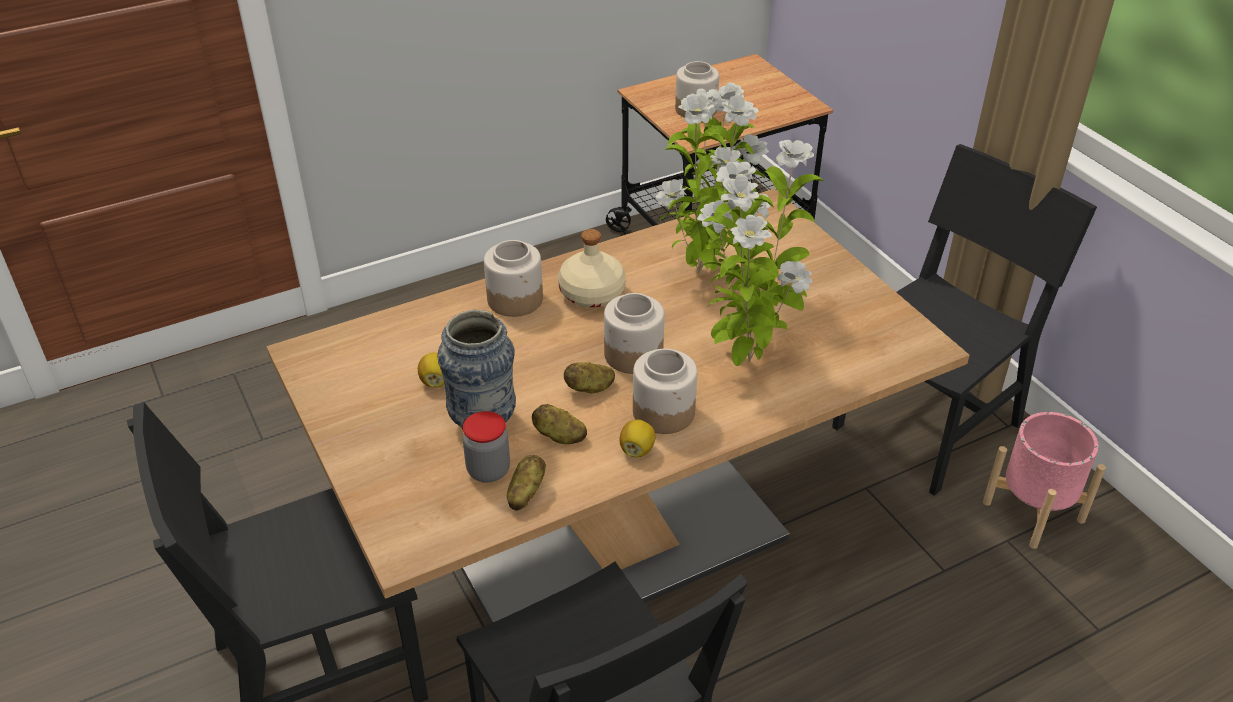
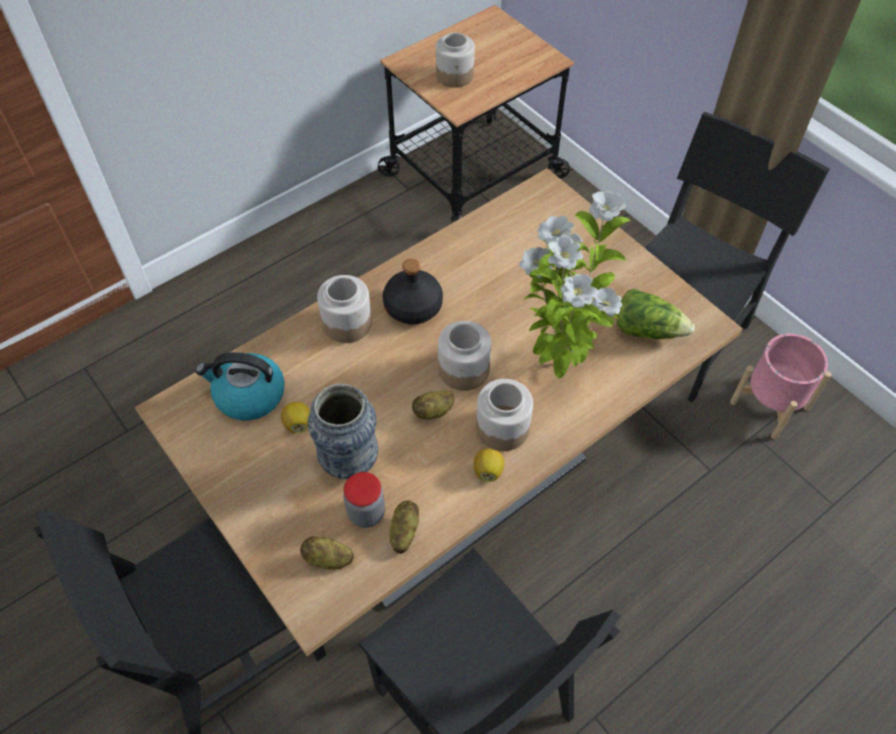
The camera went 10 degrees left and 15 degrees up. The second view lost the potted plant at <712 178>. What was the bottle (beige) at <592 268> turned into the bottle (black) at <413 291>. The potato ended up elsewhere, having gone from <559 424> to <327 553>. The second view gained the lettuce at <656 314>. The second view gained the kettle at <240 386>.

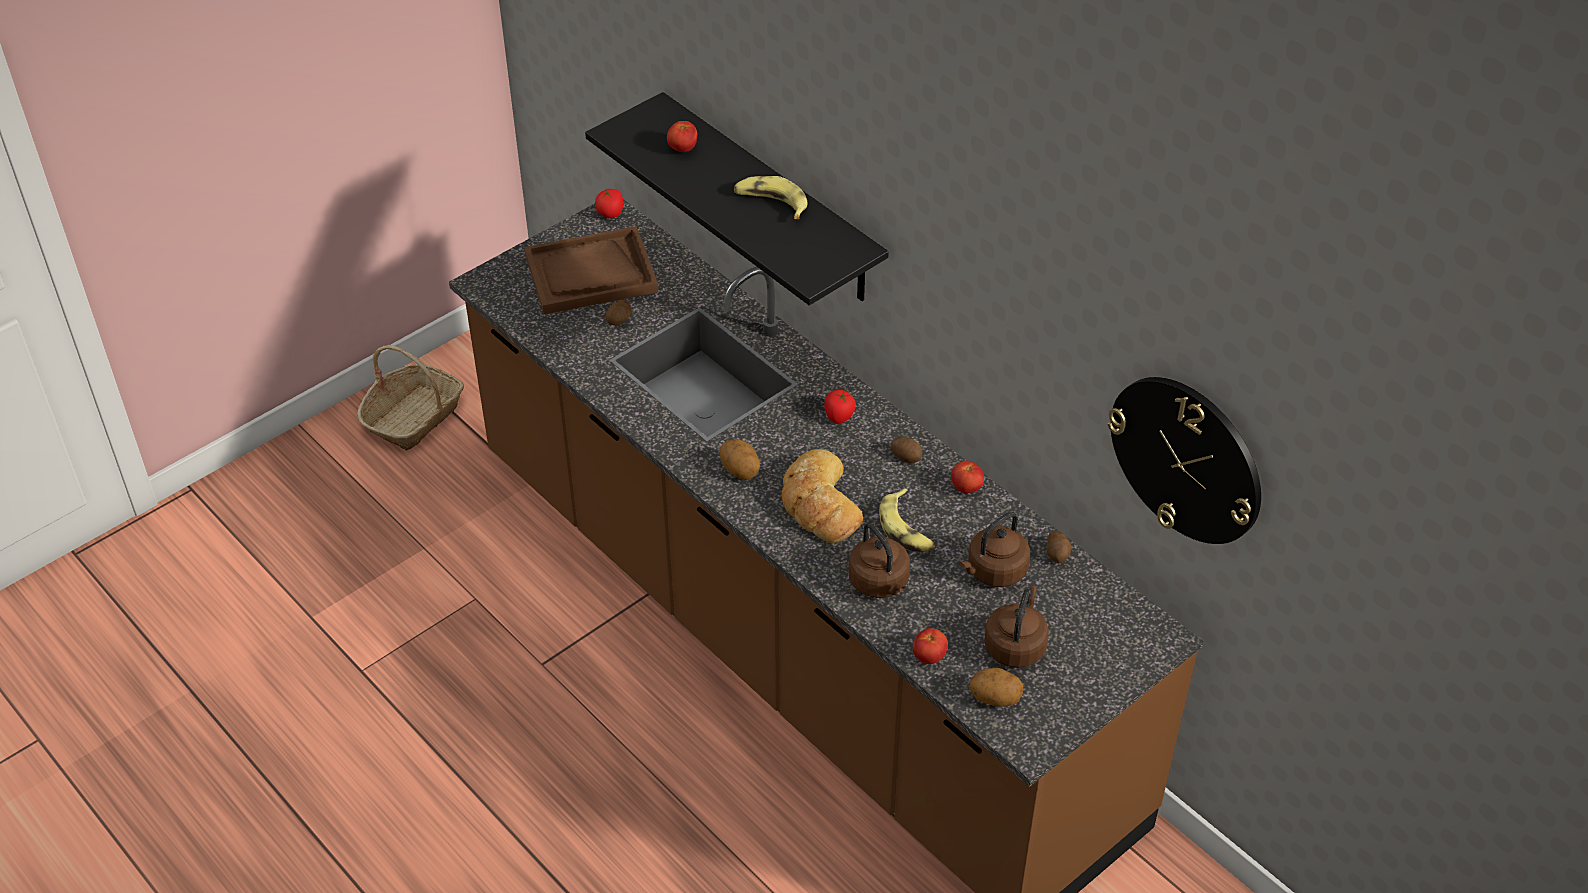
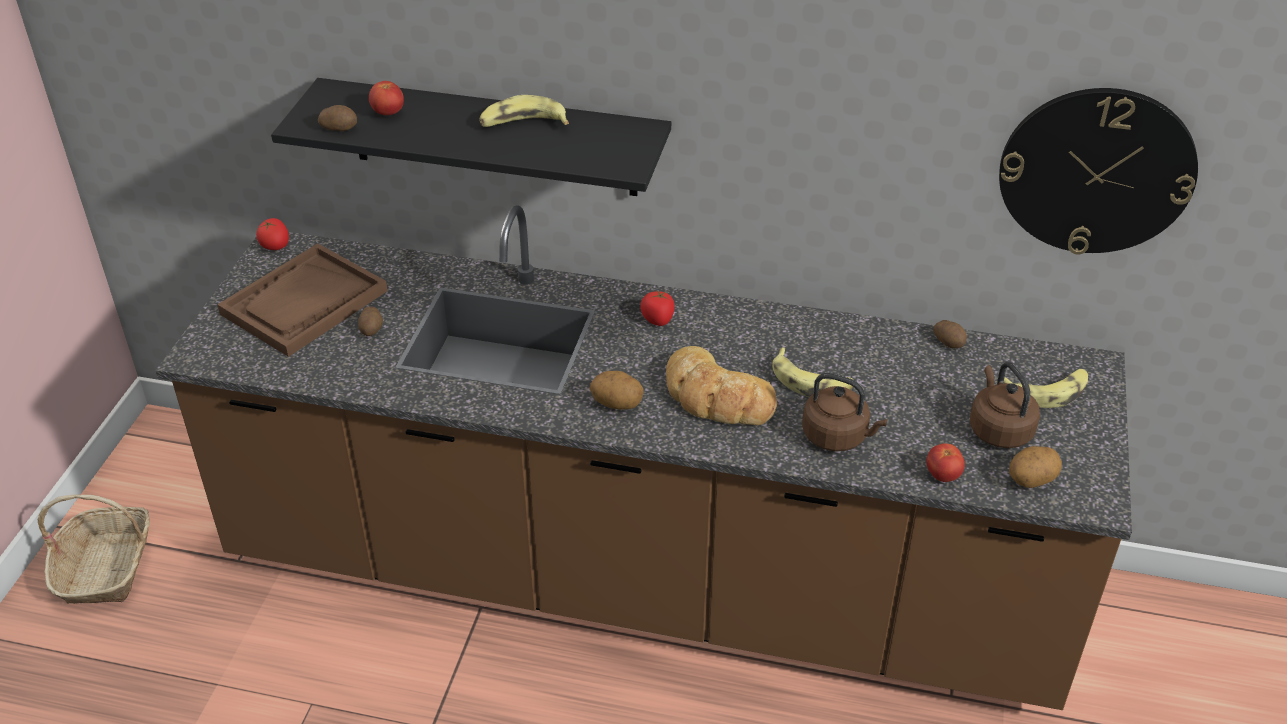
The camera went 35 degrees left and 5 degrees down. The potato ended up elsewhere, having gone from <906 450> to <337 118>. The second view lost the tomato at <967 477>. The second view lost the kettle (brown) at <995 549>. The second view gained the banana at <1045 388>.

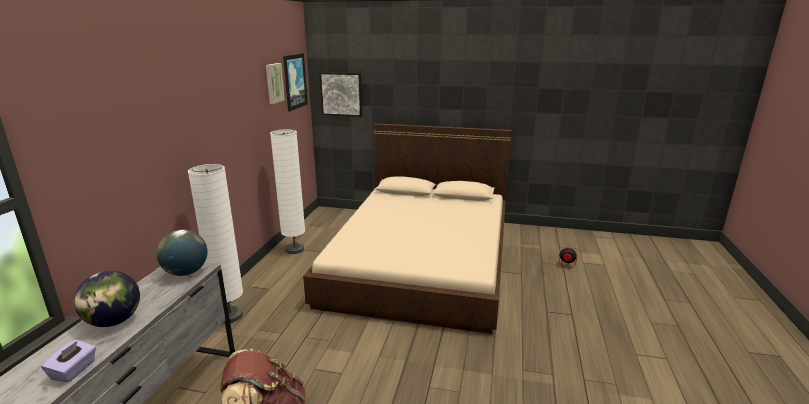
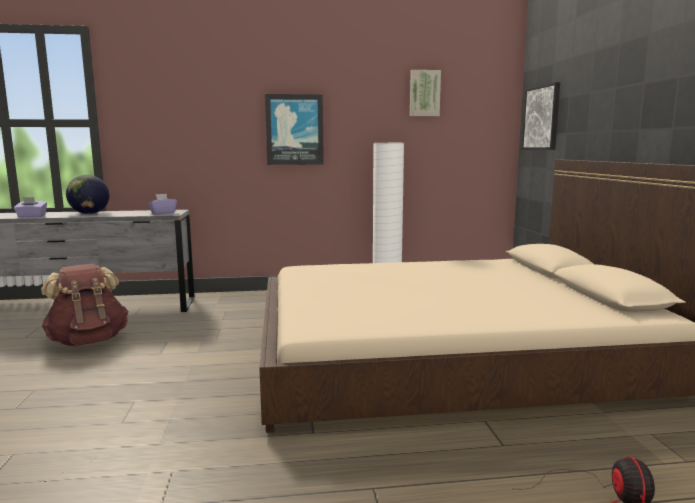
The camera went 70 degrees right and 10 degrees down. The picture ended up elsewhere, having gone from <295 82> to <294 129>. The second view lost the floor lamp (white) at <215 243>. Where the globe stood at <182 253>, the tissue box (purple) came to stand at <162 204>.

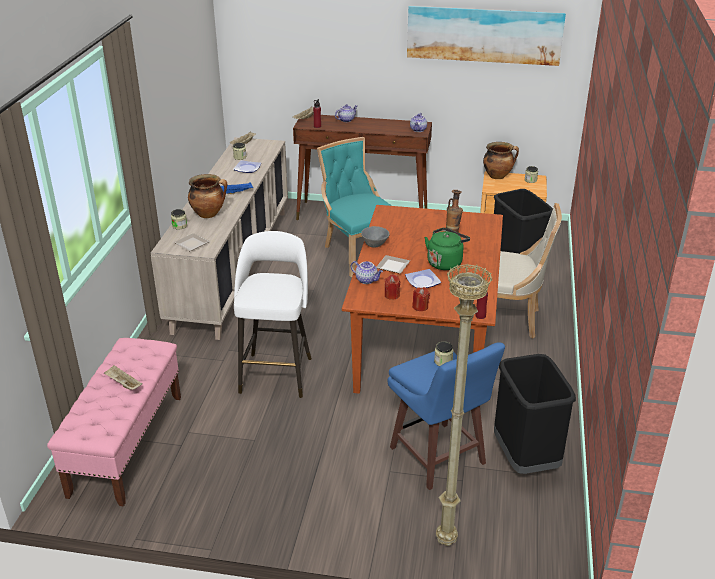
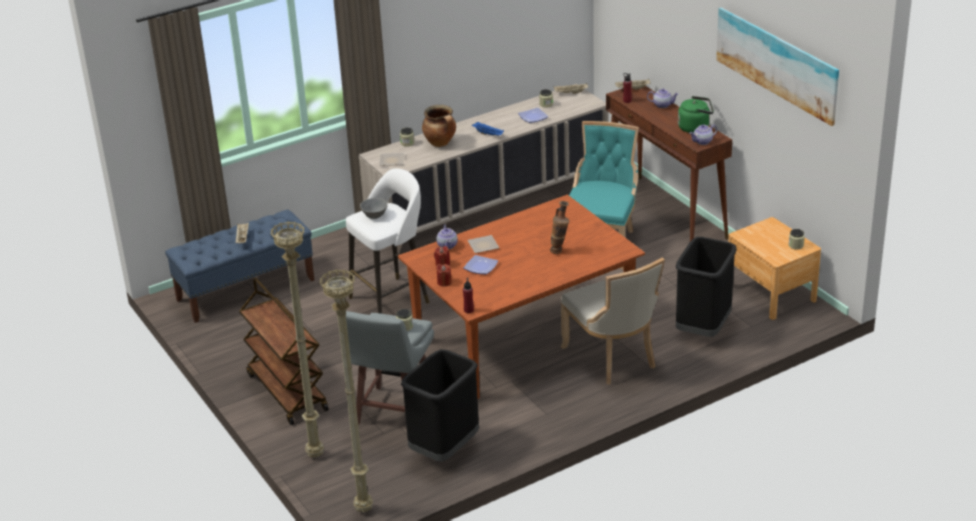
The camera went 50 degrees right and 0 degrees up. The second view lost the cooking pot at <501 160>. The bowl (grey) ended up elsewhere, having gone from <375 237> to <374 208>. The kettle (green) ended up elsewhere, having gone from <447 249> to <696 114>. What was the bench (pink) at <114 422> turned into the bench (blue) at <239 266>. What was the stool (blue) at <446 416> turned into the stool (grey) at <390 368>. The second view gained the floor lamp (beige) at <346 390>. The second view gained the cart (brown) at <284 351>.

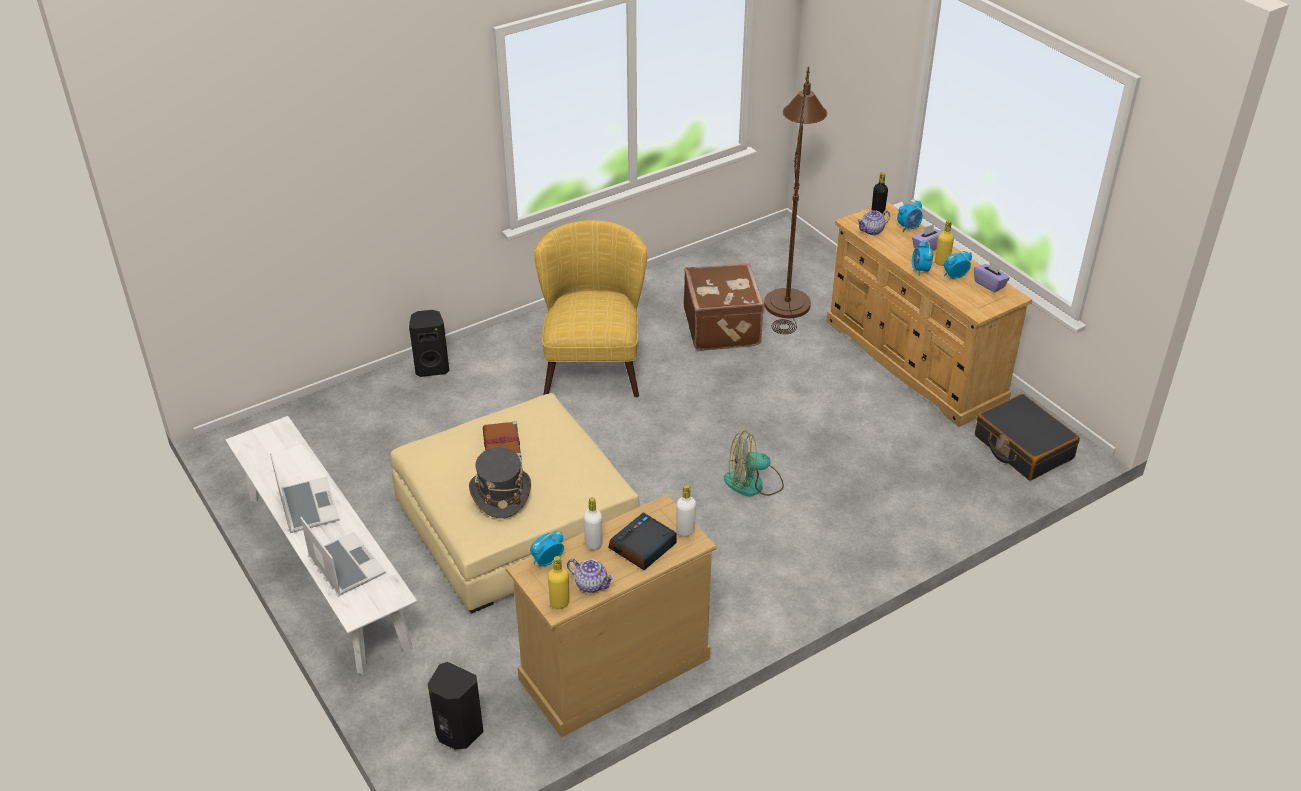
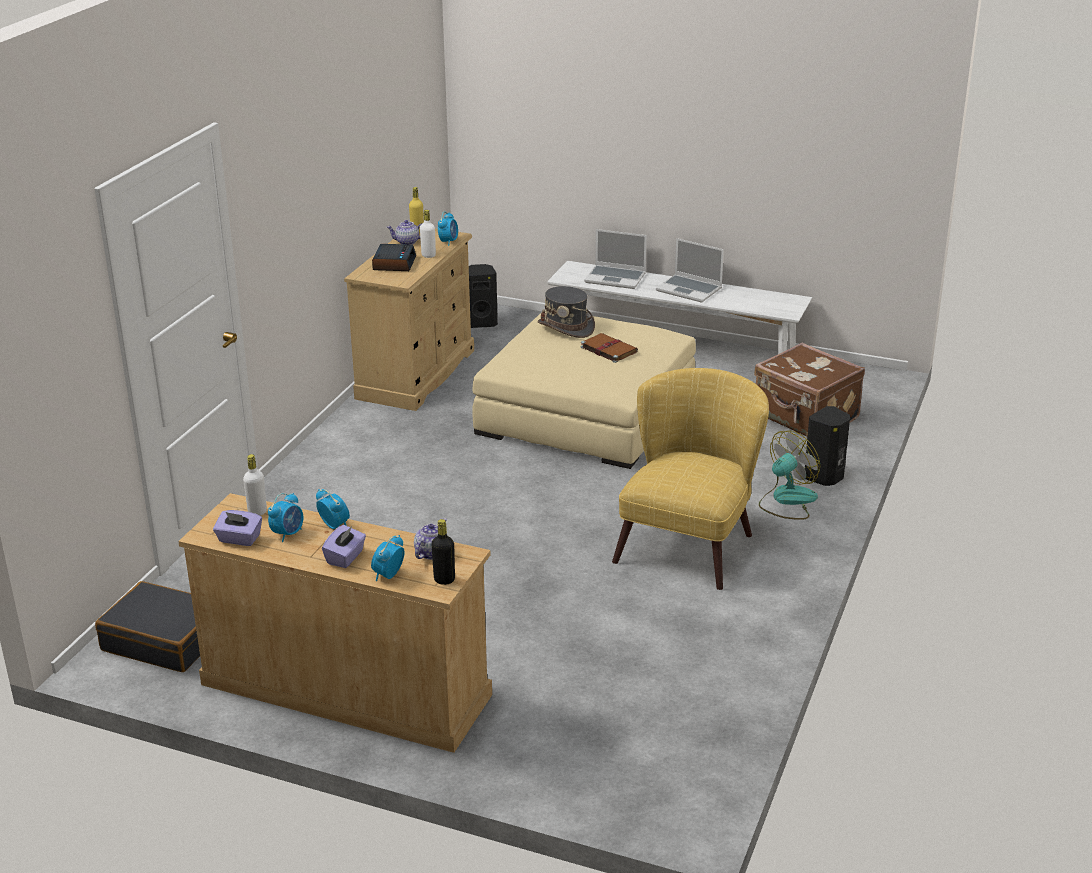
The camera went 145 degrees right and 10 degrees down. The second view lost the floor lamp (brown) at <795 200>. The armchair (yellow) at <591 308> ended up facing another way, 120 degrees counterclockwise from before. The second view lost the bottle (yellow) at <944 243>. The suitcase (brown) ended up elsewhere, having gone from <724 307> to <809 390>. The fan ended up elsewhere, having gone from <754 464> to <789 475>. The bottle (white) ended up elsewhere, having gone from <686 511> to <255 485>.

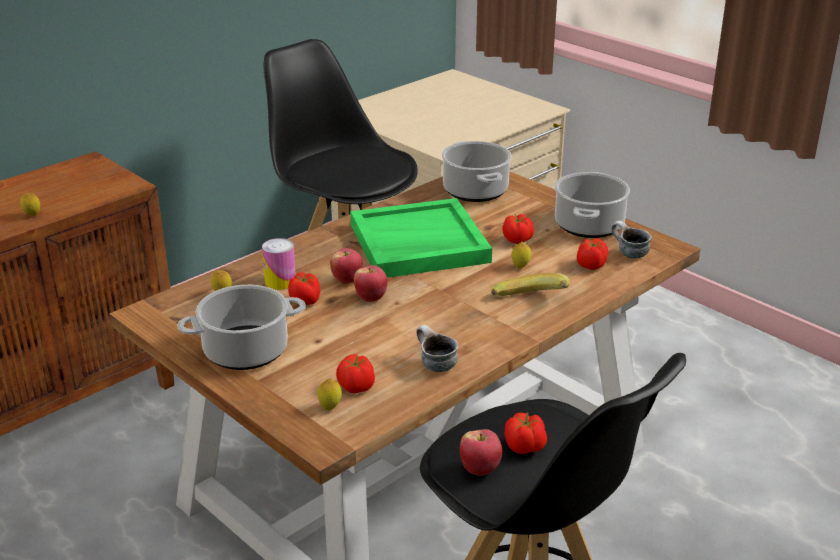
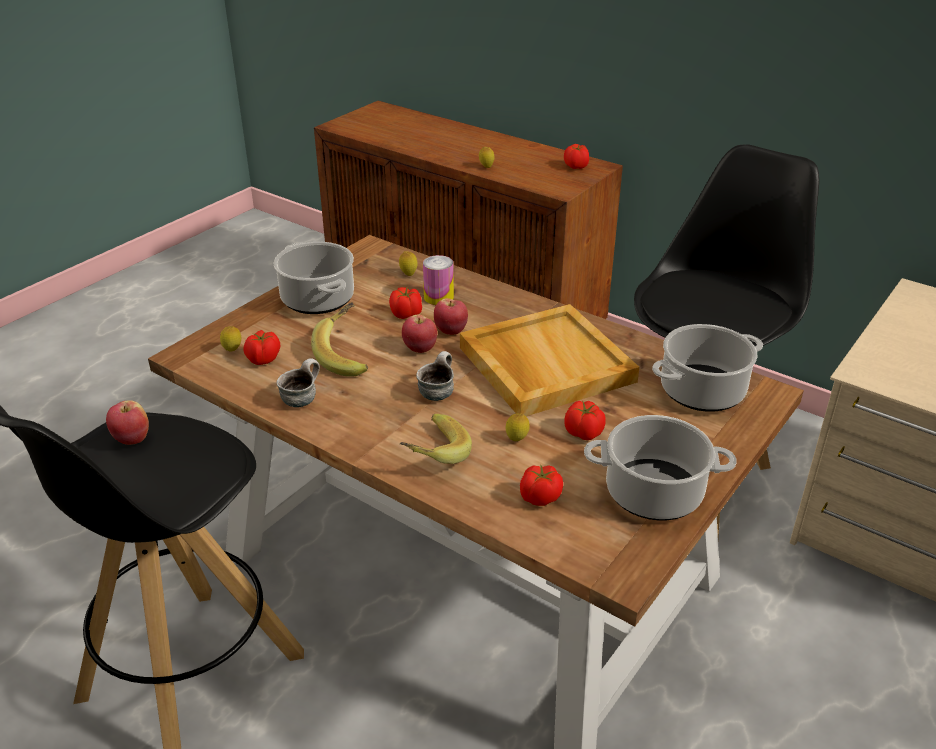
The camera went 80 degrees right and 5 degrees up. What was the tray (green) at <421 238> turned into the tray (beige) at <550 360>. The mug ended up elsewhere, having gone from <631 240> to <435 376>. The tomato ended up elsewhere, having gone from <526 433> to <576 156>. The second view gained the banana at <339 339>.

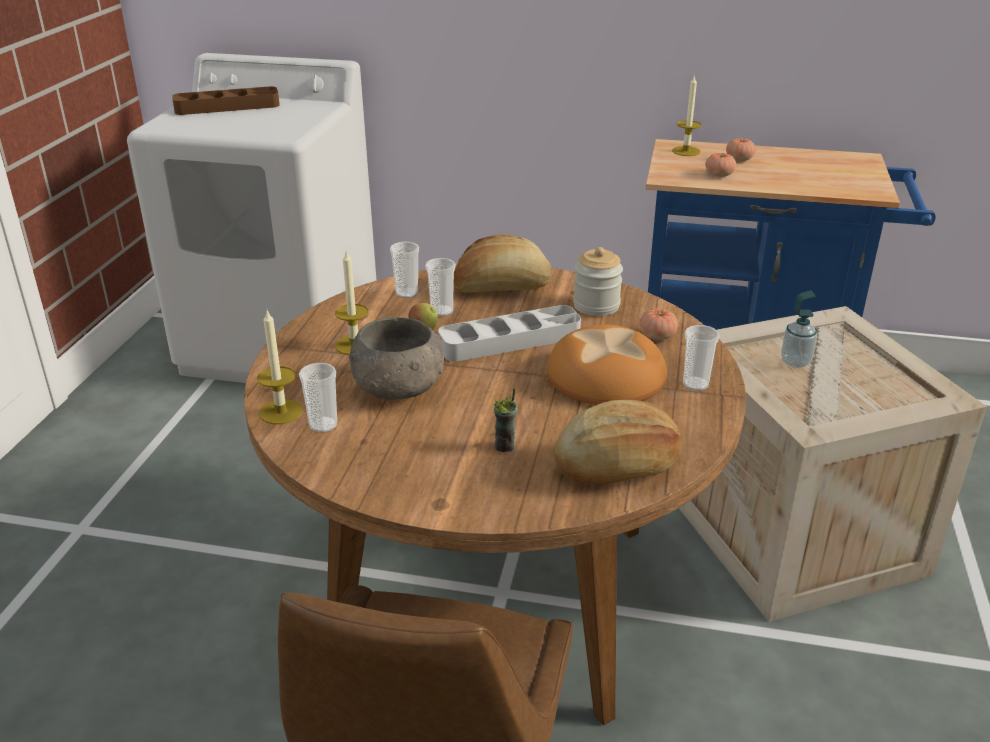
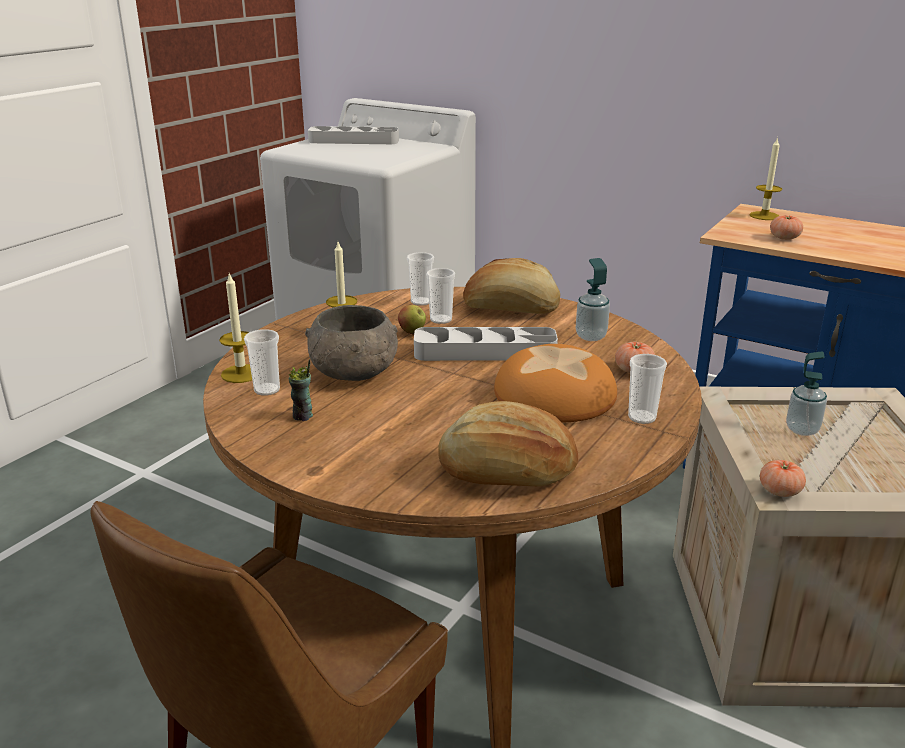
The camera went 20 degrees right and 5 degrees down. What was the tray (brown) at <226 100> turned into the tray (grey) at <353 135>. The tomato ended up elsewhere, having gone from <741 149> to <783 478>. Where the jar stood at <598 281>, the soap dispenser came to stand at <593 299>. The cup ended up elsewhere, having gone from <505 420> to <300 390>.

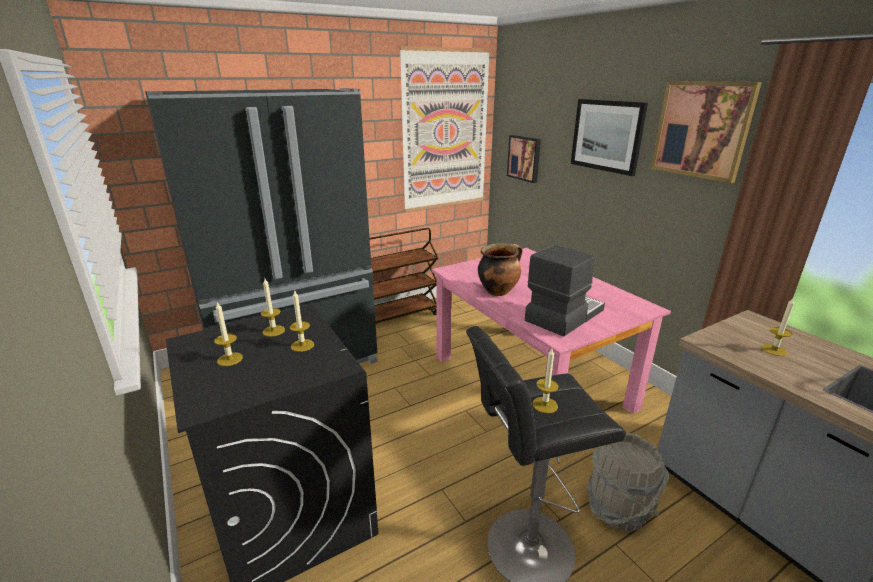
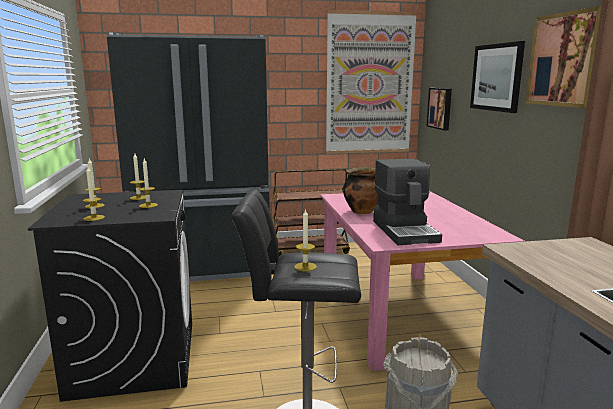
The camera went 20 degrees right and 10 degrees down. The coffee machine at <565 291> ended up facing another way, 105 degrees clockwise from before. The candle ended up elsewhere, having gone from <778 326> to <94 194>.

